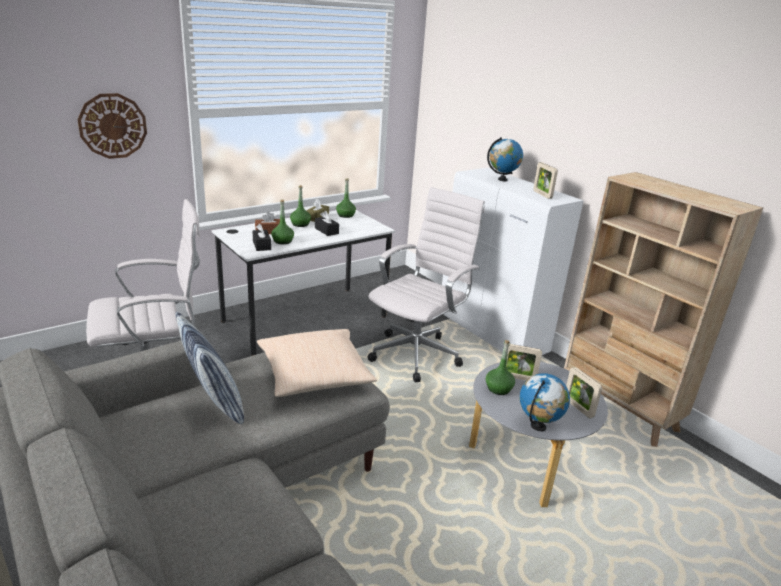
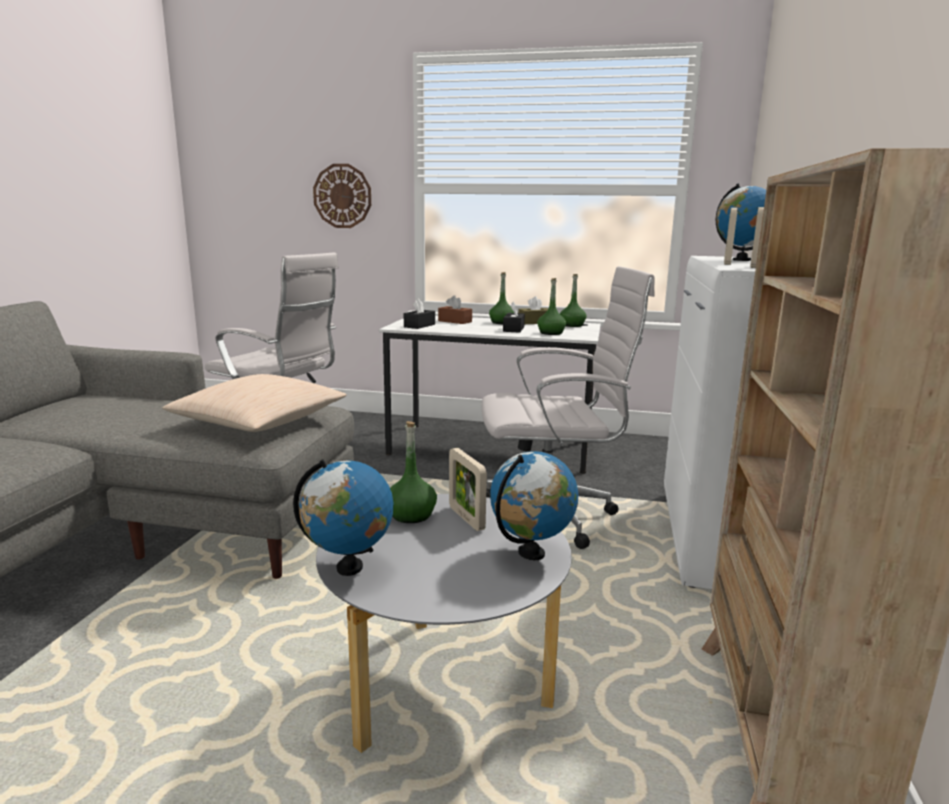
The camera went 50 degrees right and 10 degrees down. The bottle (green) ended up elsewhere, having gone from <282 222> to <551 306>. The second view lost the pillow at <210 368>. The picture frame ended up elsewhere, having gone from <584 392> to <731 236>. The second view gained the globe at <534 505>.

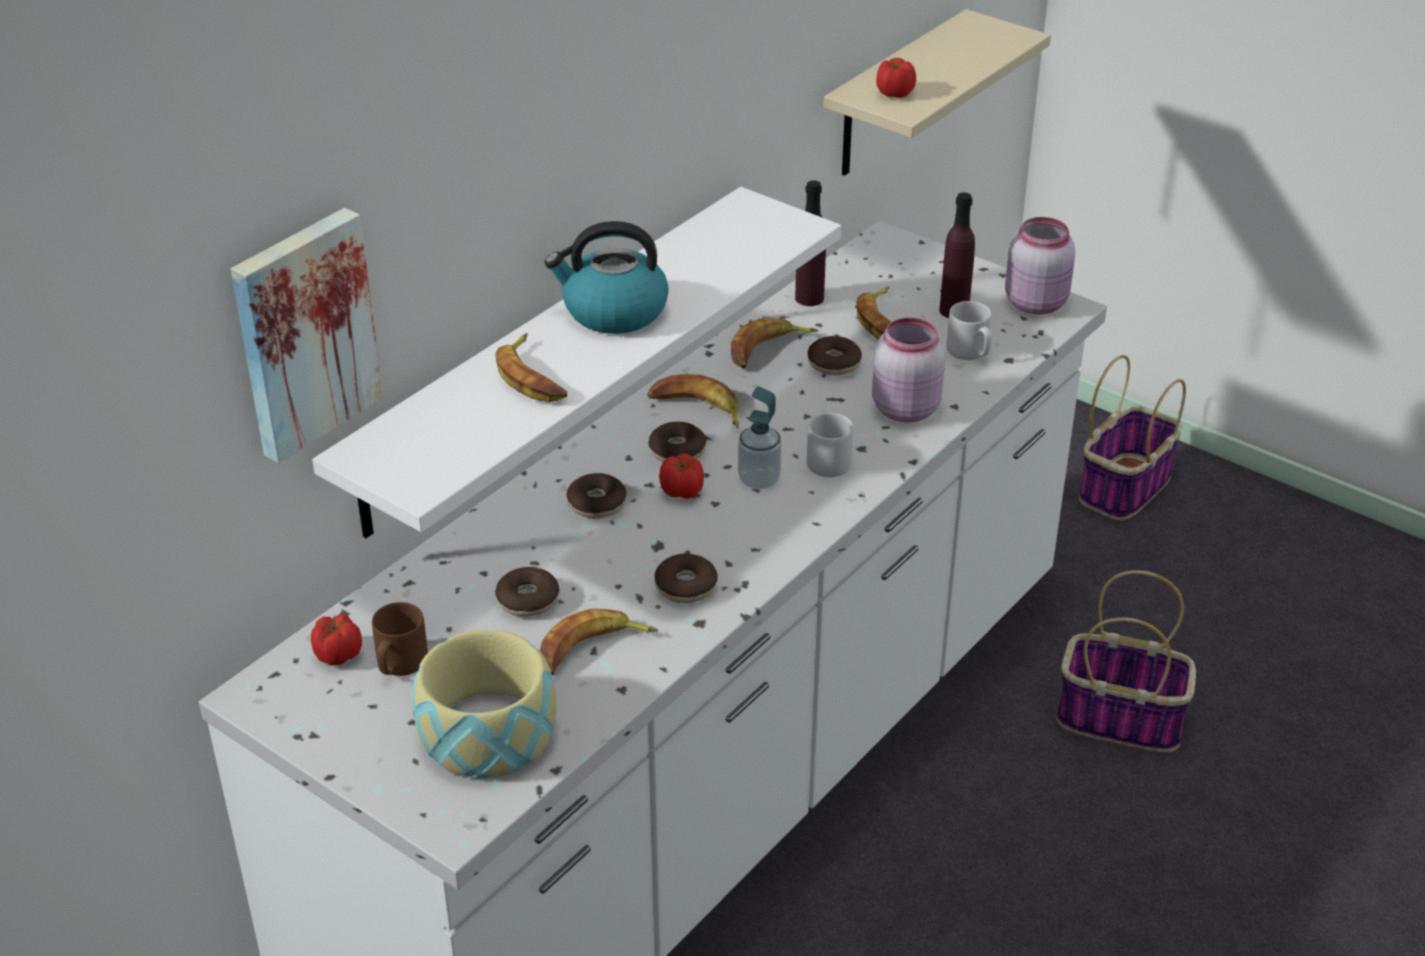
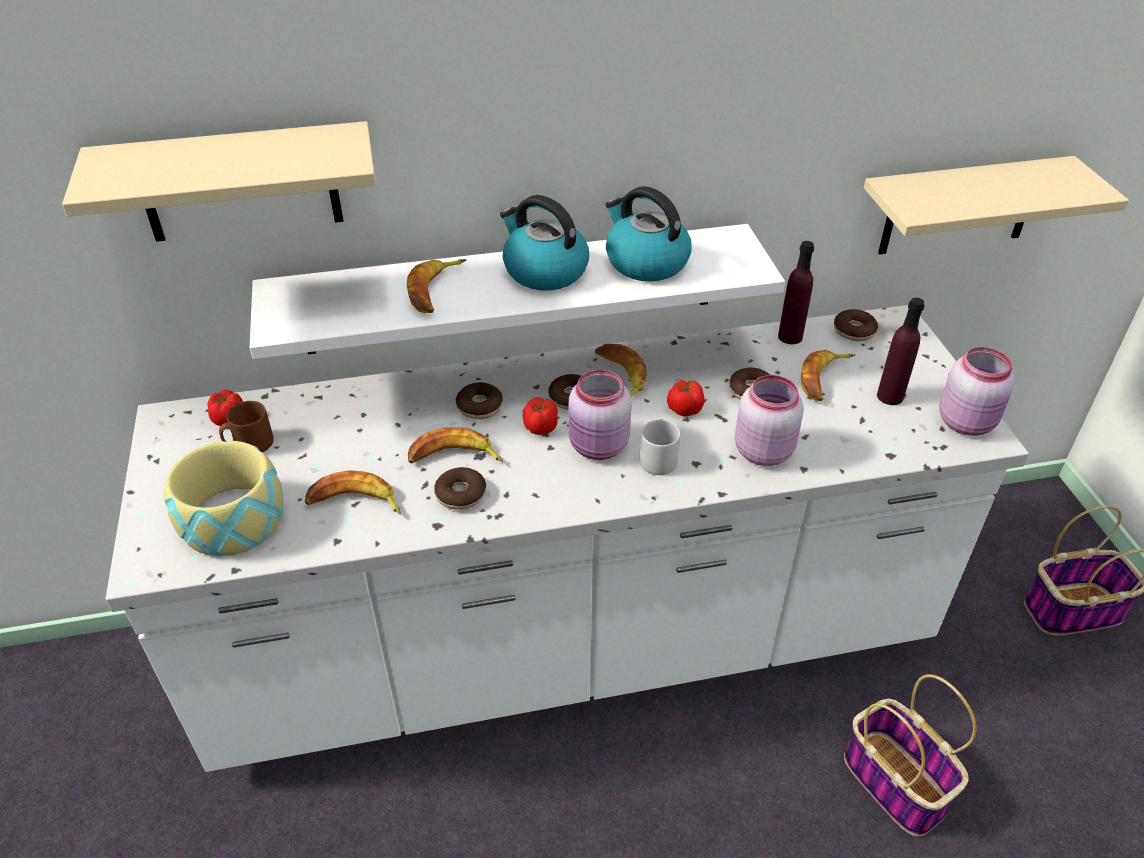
The camera went 40 degrees right and 5 degrees up. The tomato ended up elsewhere, having gone from <896 78> to <686 398>. Where the picture hung at <307 335>, the shelf (beige) came to hang at <219 181>. The second view lost the mug (grey) at <969 330>. The banana ended up elsewhere, having gone from <775 343> to <455 445>. Where the soap dispenser stood at <760 437>, the jar (pink) came to stand at <600 415>. The donut ended up elsewhere, having gone from <527 592> to <856 325>. The second view gained the kettle at <649 234>.

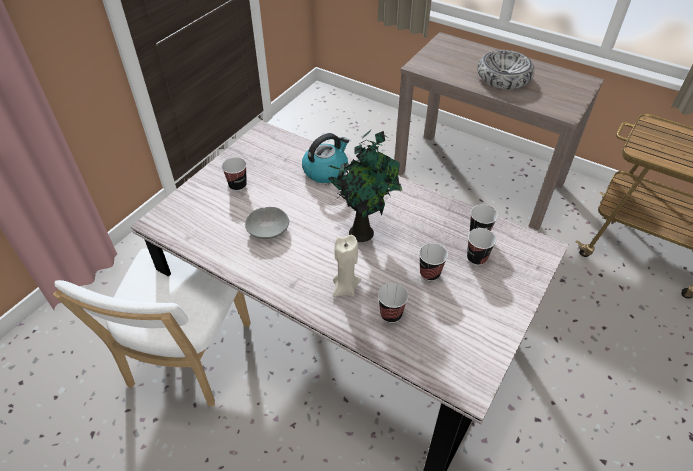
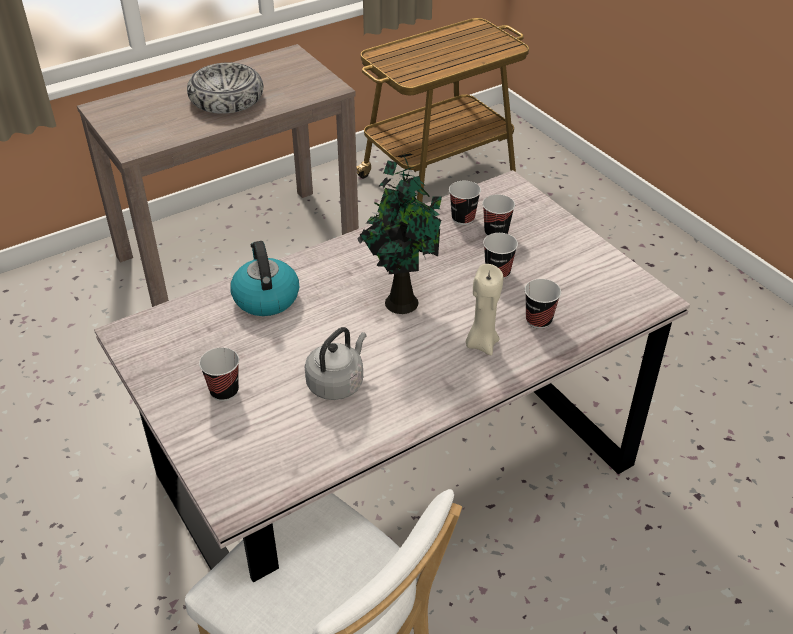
The camera went 65 degrees left and 5 degrees down. Where the bowl (grey) stood at <267 223>, the kettle (grey) came to stand at <335 363>.

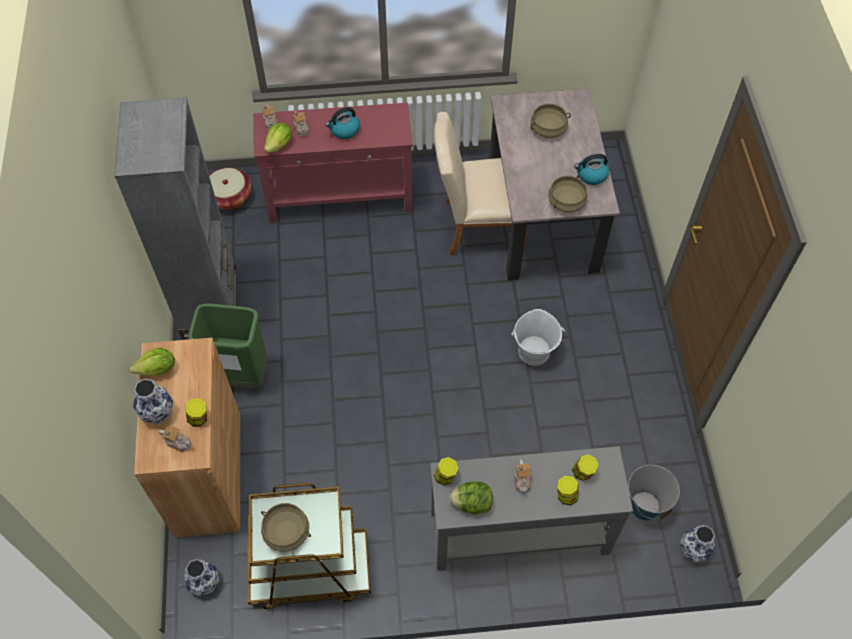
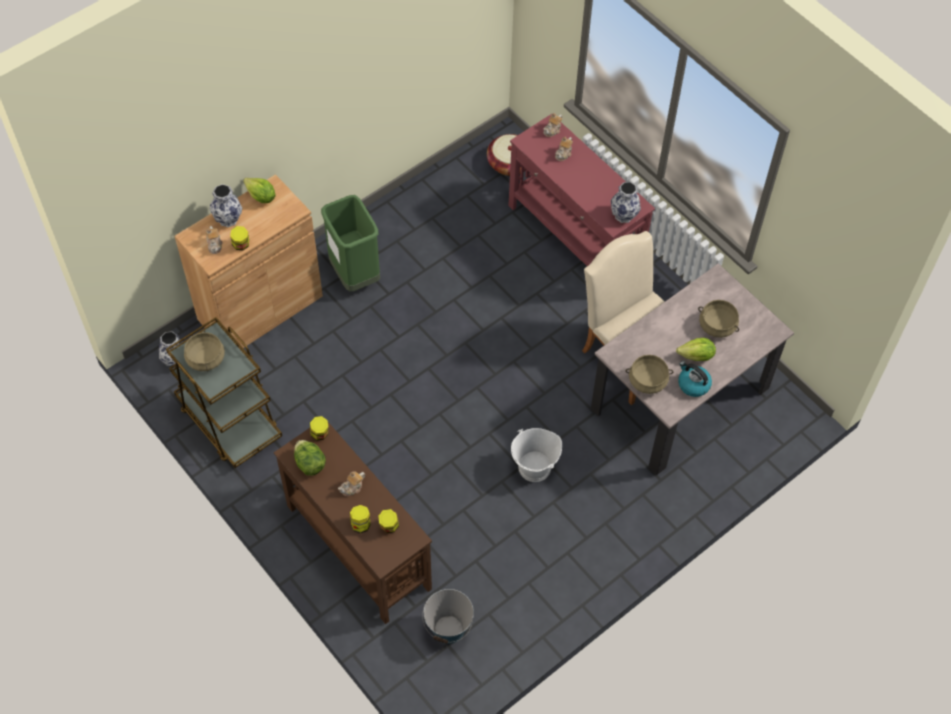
The camera went 55 degrees right and 0 degrees up. The second view lost the bookcase (grey) at <176 218>. The second view lost the kettle at <342 123>. The lettuce ended up elsewhere, having gone from <278 138> to <696 349>. What was the console table (grey) at <531 508> turned into the console table (brown) at <353 523>. The vase ended up elsewhere, having gone from <698 544> to <626 202>.

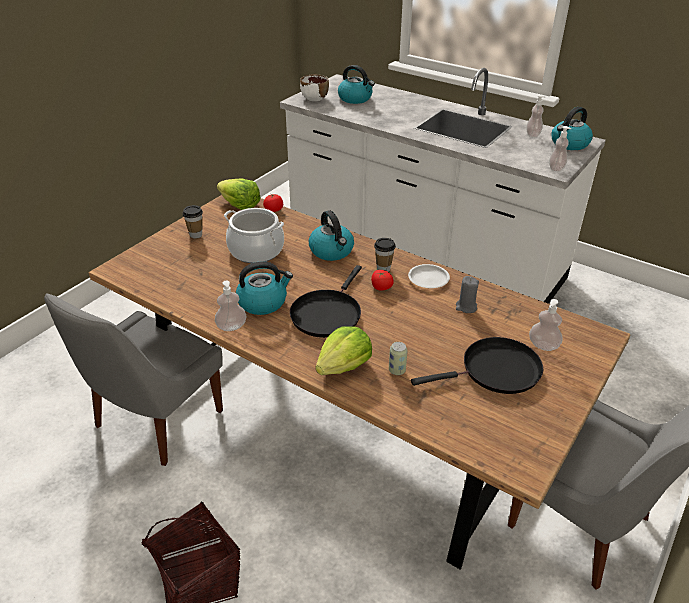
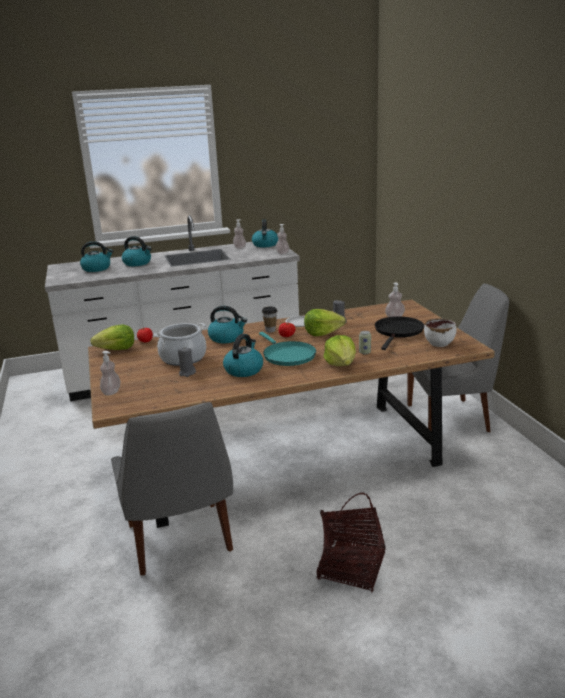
The camera went 50 degrees left and 15 degrees down. The bowl (white) ended up elsewhere, having gone from <314 87> to <440 332>. The second view lost the cup at <193 221>. What was the frying pan (black) at <326 301> turned into the frying pan (turquoise) at <287 349>. The soap dispenser ended up elsewhere, having gone from <231 306> to <110 373>. The second view gained the kettle at <137 251>. The second view gained the lettuce at <325 322>. The second view gained the candle (grey) at <187 362>.

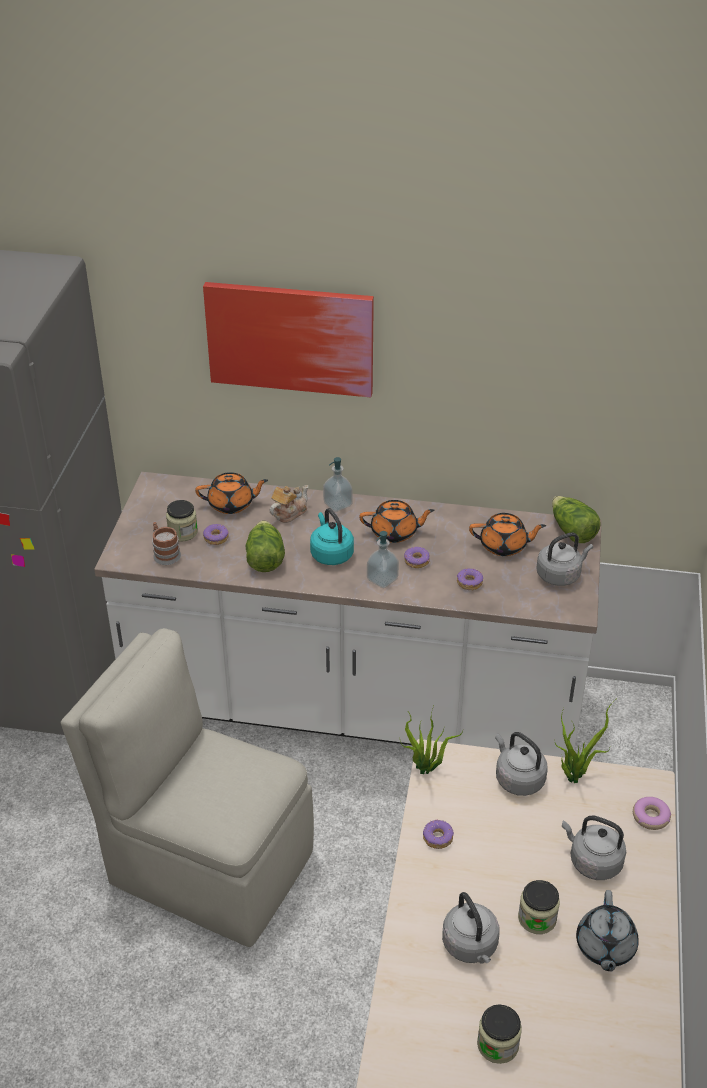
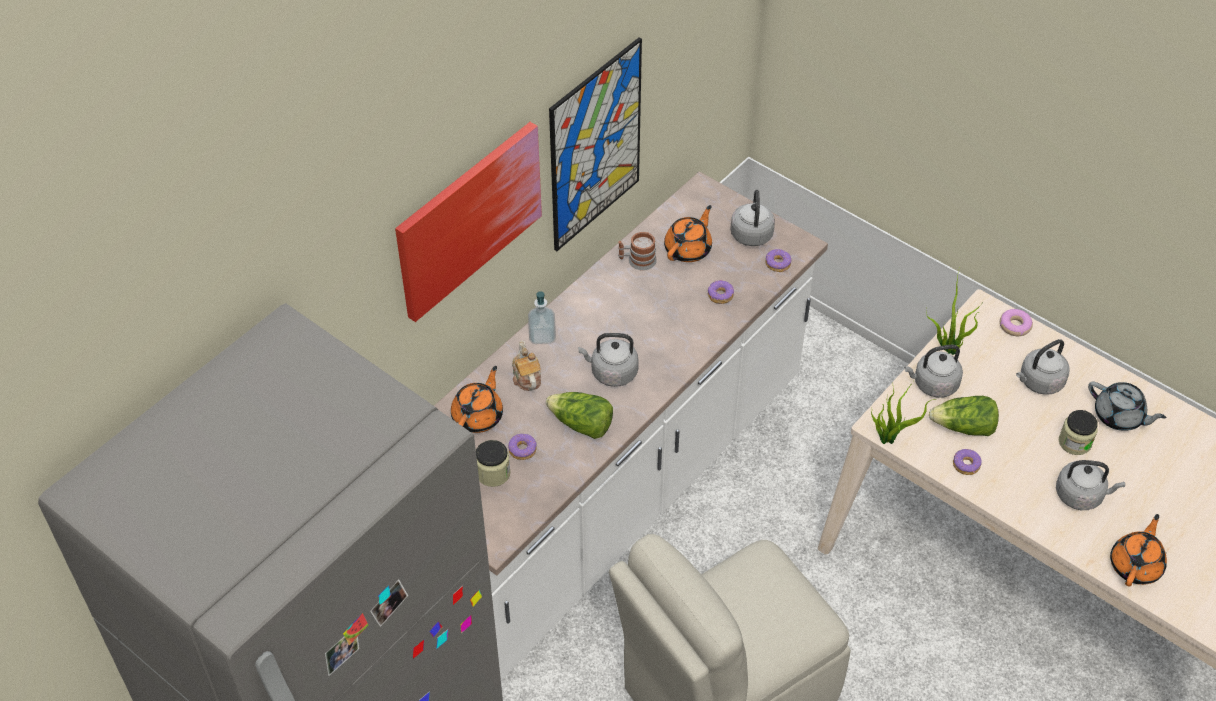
The camera went 60 degrees left and 10 degrees up. The lettuce ended up elsewhere, having gone from <576 519> to <964 416>. The teapot (orange) ended up elsewhere, having gone from <397 521> to <1138 550>. What was the kettle (turquoise) at <332 536> turned into the kettle (grey) at <608 360>. The mug ended up elsewhere, having gone from <166 543> to <637 251>. The second view lost the soap dispenser at <383 559>. The donut ended up elsewhere, having gone from <417 557> to <778 260>. The second view lost the jar at <499 1034>. The second view gained the picture at <595 144>.

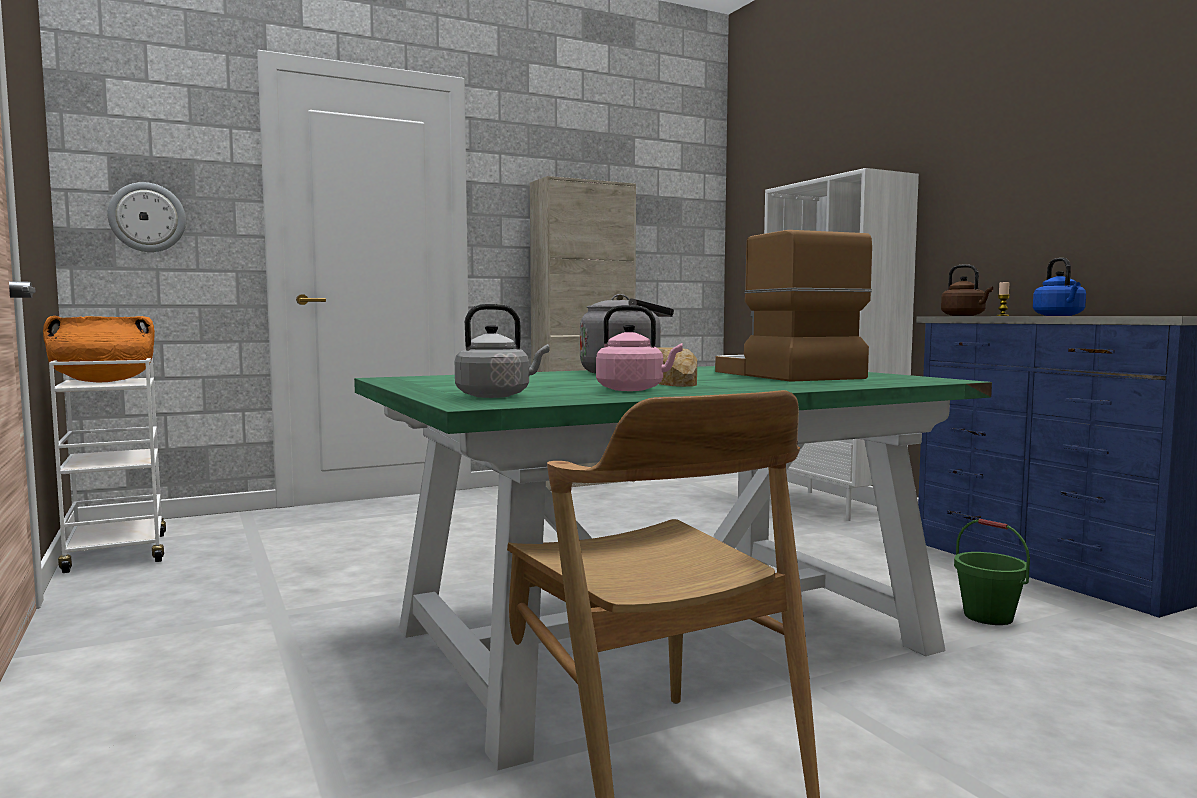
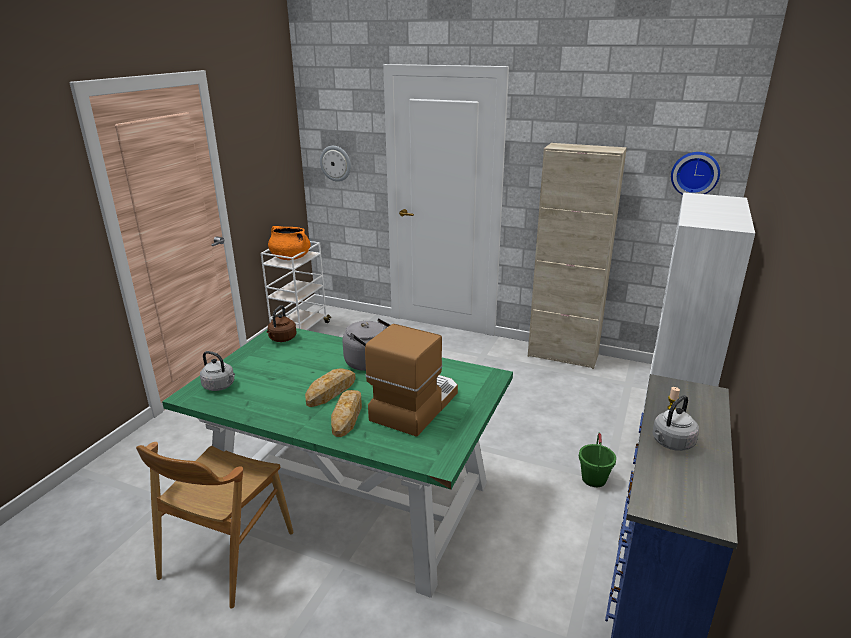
The camera went 50 degrees right and 20 degrees up. What was the kettle (blue) at <1059 287> turned into the kettle (grey) at <675 423>. The kettle (brown) ended up elsewhere, having gone from <967 290> to <281 323>. The second view lost the kettle (pink) at <639 348>. The bucket (green) ended up elsewhere, having gone from <992 572> to <597 459>. The second view gained the wall clock at <695 173>. The second view gained the bread at <346 413>.

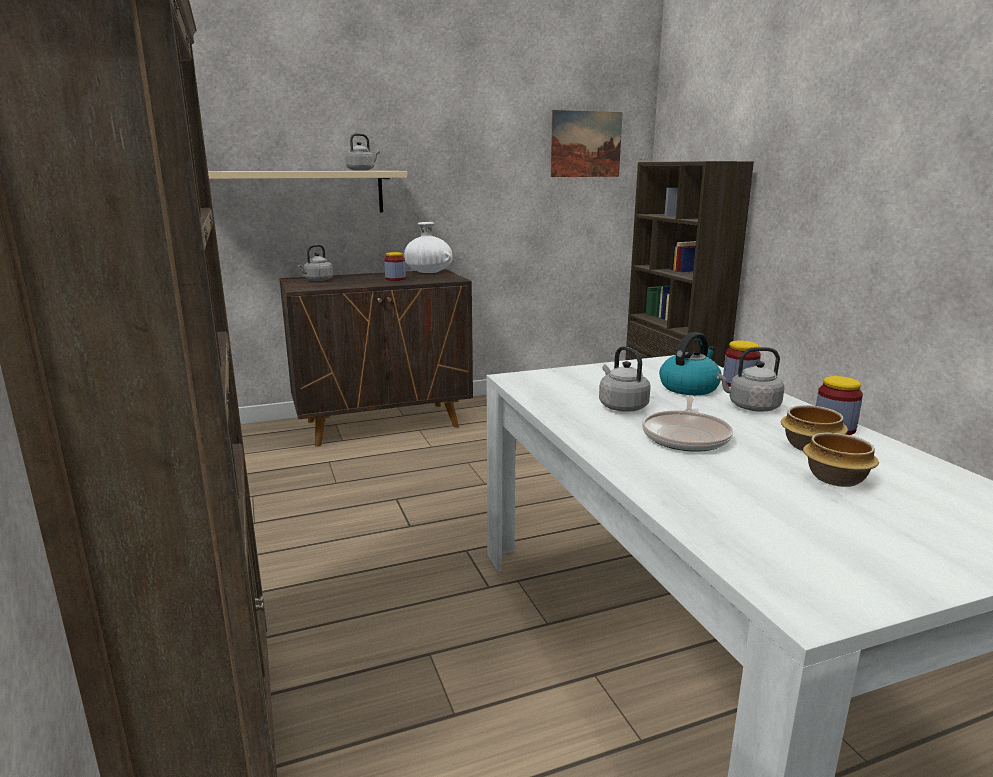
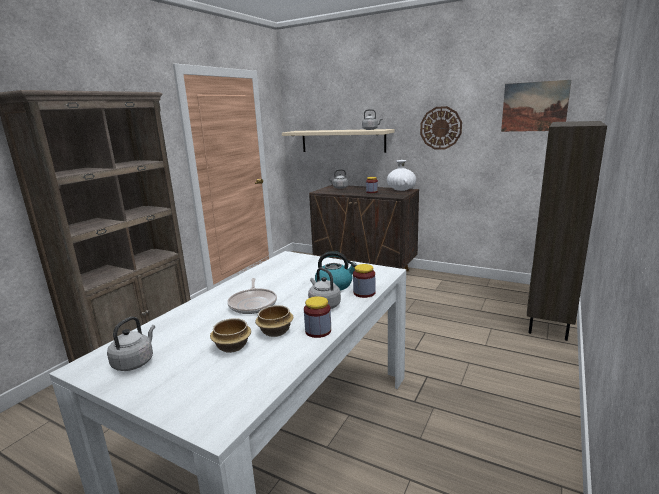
The camera went 50 degrees right and 0 degrees up. The kettle (grey) ended up elsewhere, having gone from <625 379> to <131 343>. The frying pan at <687 423> ended up facing another way, 75 degrees counterclockwise from before. The second view gained the wall clock at <441 128>.

